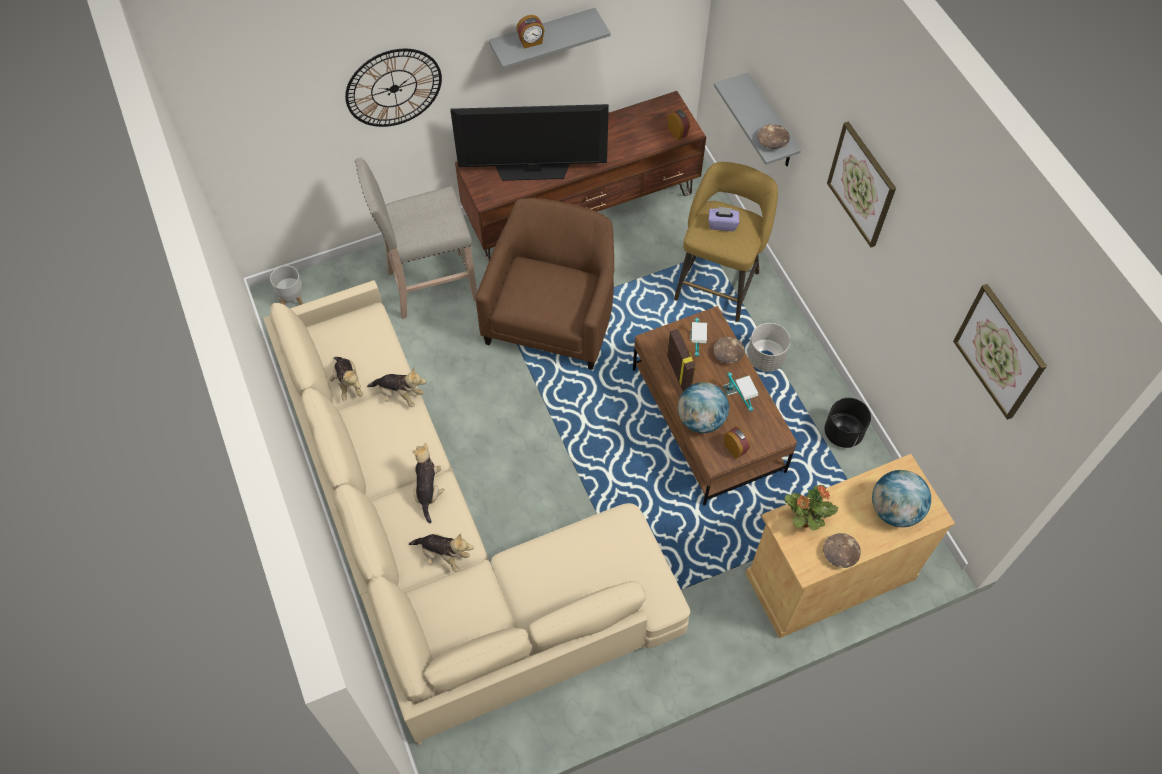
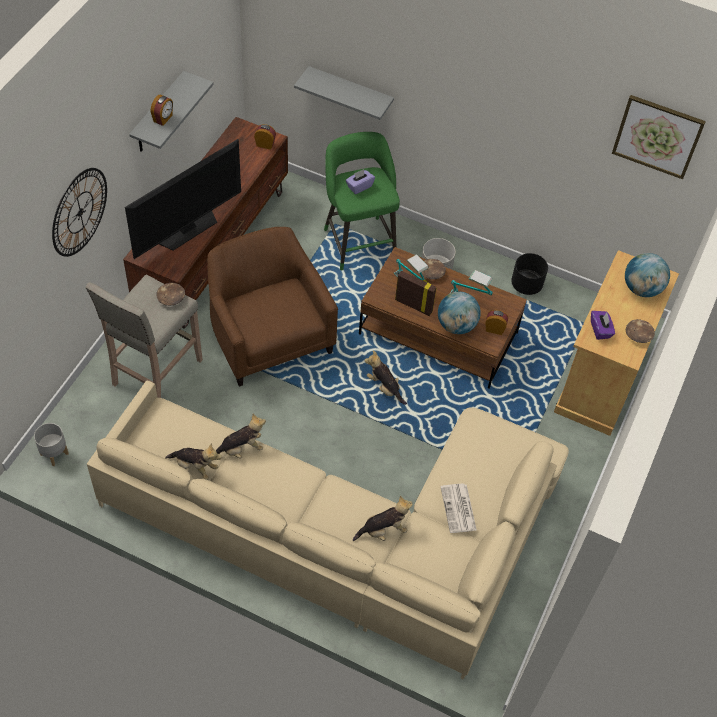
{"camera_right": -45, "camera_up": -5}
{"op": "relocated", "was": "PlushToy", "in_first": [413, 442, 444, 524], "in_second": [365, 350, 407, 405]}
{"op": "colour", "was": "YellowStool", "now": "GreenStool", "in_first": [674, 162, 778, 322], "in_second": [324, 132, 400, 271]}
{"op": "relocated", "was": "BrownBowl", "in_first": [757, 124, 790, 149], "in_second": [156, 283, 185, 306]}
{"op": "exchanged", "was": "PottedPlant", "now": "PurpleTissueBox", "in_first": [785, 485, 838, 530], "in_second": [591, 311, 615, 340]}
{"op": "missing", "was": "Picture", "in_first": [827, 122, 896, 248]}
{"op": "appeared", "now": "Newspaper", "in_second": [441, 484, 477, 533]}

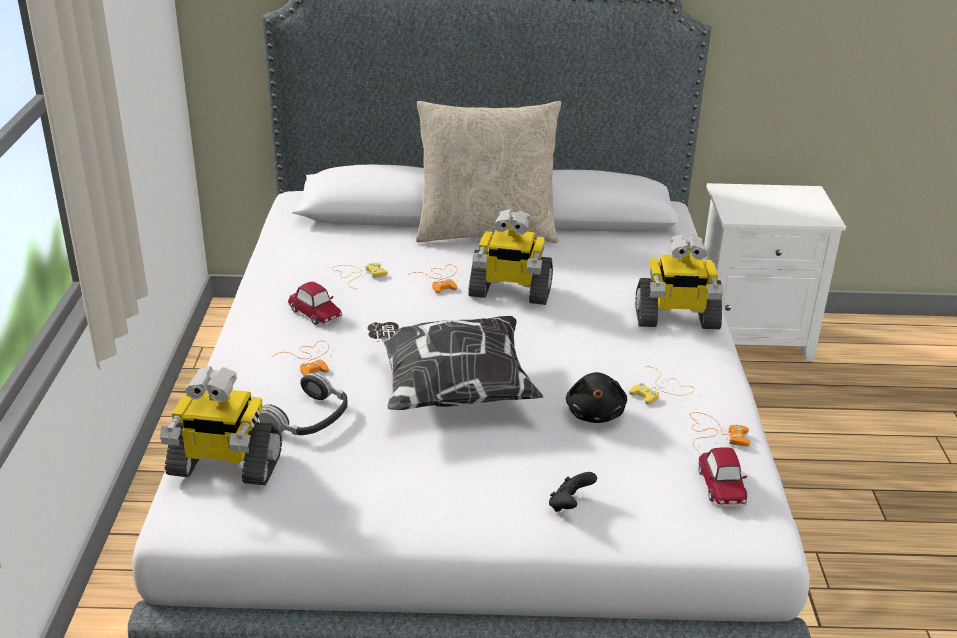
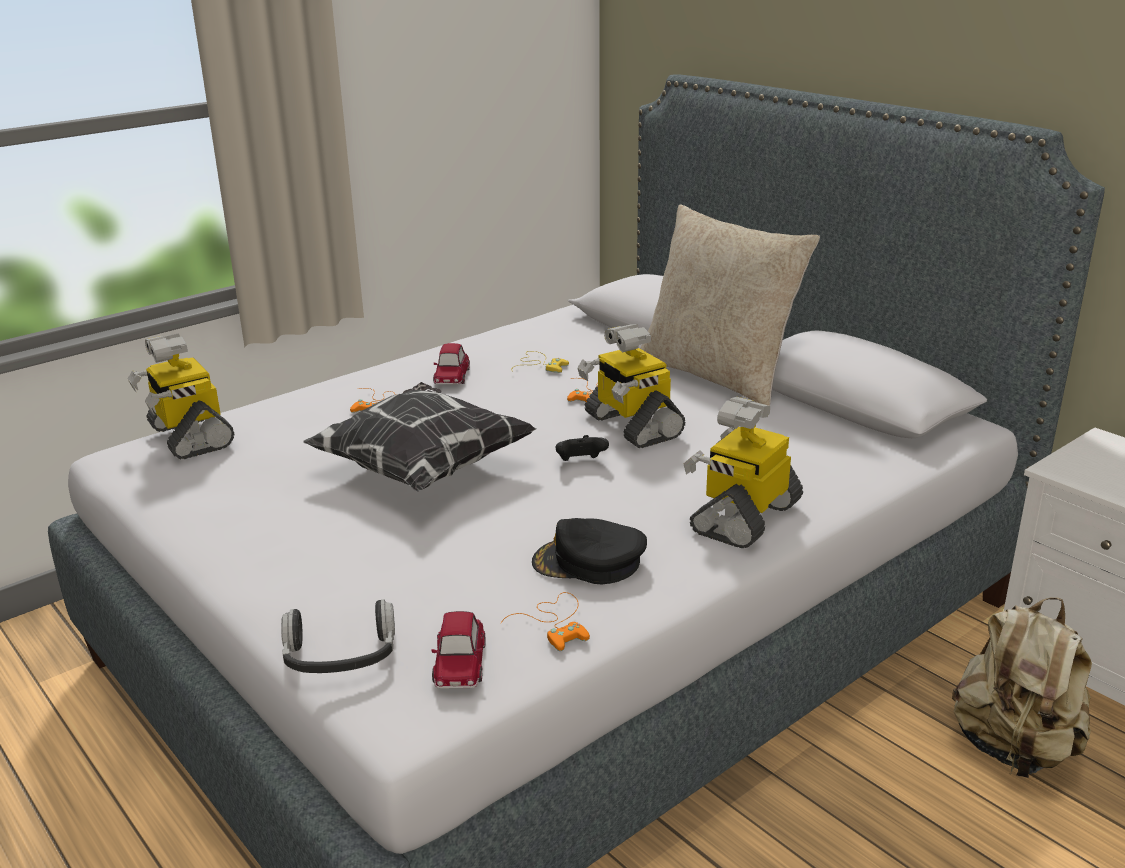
{"camera_right": 50, "camera_up": -5}
{"op": "relocated", "was": "Headphones", "in_first": [259, 373, 348, 435], "in_second": [281, 599, 395, 673]}
{"op": "relocated", "was": "BlackGameController", "in_first": [549, 472, 597, 512], "in_second": [556, 435, 609, 461]}
{"op": "missing", "was": "BlackPlushToy", "in_first": [566, 372, 627, 423]}
{"op": "exchanged", "was": "YellowGameController", "now": "BlackCap", "in_first": [629, 366, 695, 404], "in_second": [532, 518, 647, 584]}
{"op": "spun", "was": "ToyRobot", "in_first": [635, 234, 723, 329], "in_second": [684, 397, 803, 548], "clockwise": 75}
{"op": "spun", "was": "ToyCar", "in_first": [698, 447, 747, 506], "in_second": [432, 611, 486, 689], "clockwise": -45}
{"op": "appeared", "now": "BeigeBackpack", "in_second": [952, 598, 1092, 778]}

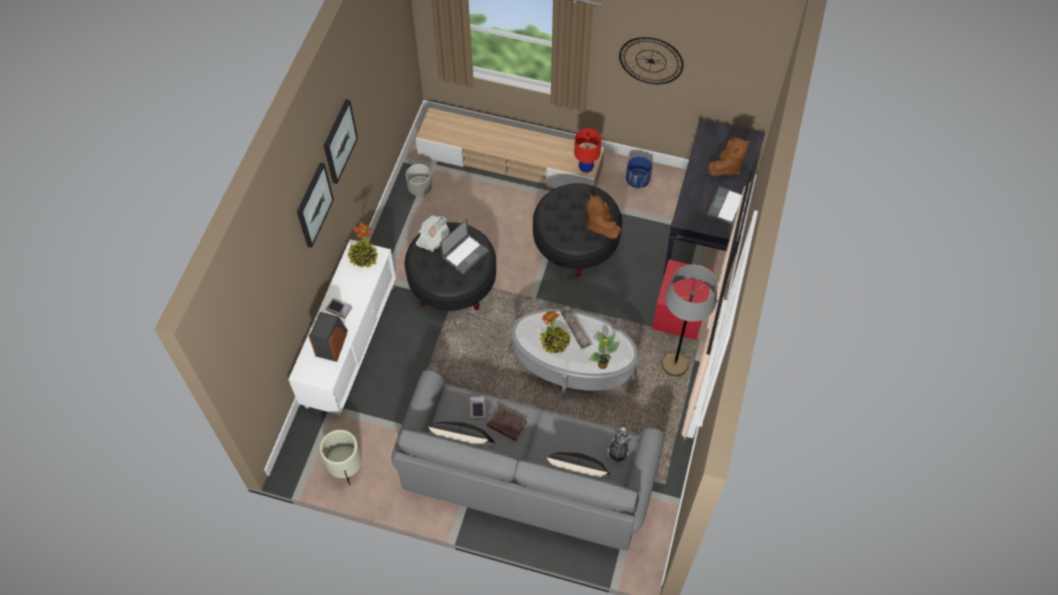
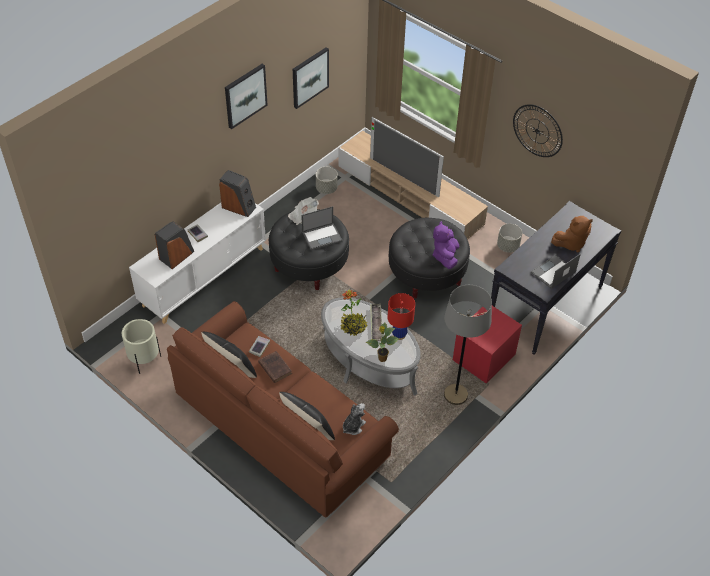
{"camera_right": 25, "camera_up": -10}
{"op": "relocated", "was": "Picture", "in_first": [297, 162, 334, 248], "in_second": [293, 47, 329, 109]}
{"op": "exchanged", "was": "PottedPlant", "now": "Speaker", "in_first": [348, 222, 378, 268], "in_second": [219, 170, 256, 217]}
{"op": "colour", "was": "GreySofa", "now": "BrownSofa", "in_first": [392, 370, 665, 551], "in_second": [167, 301, 399, 517]}
{"op": "relocated", "was": "RedTableLamp", "in_first": [574, 128, 601, 174], "in_second": [387, 293, 415, 340]}
{"op": "colour", "was": "BrownPlushToy", "now": "PurplePlushToy", "in_first": [586, 194, 621, 239], "in_second": [433, 221, 459, 269]}
{"op": "colour", "was": "BluePlanter", "now": "GreyPlanter", "in_first": [626, 156, 652, 188], "in_second": [497, 224, 522, 253]}
{"op": "appeared", "now": "Television", "in_second": [370, 117, 444, 197]}

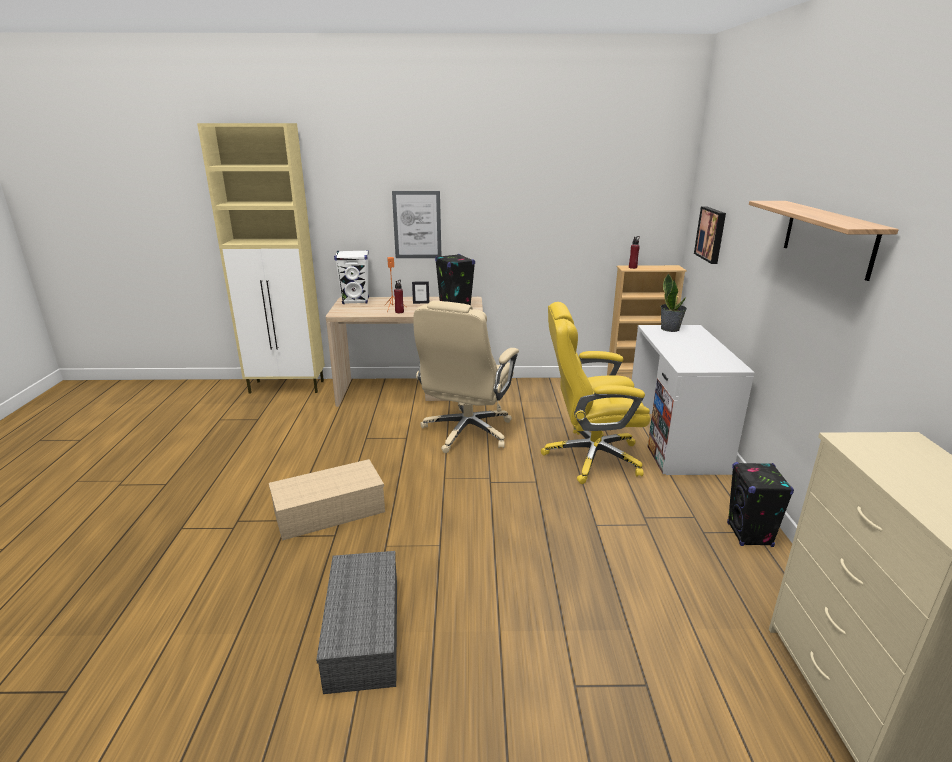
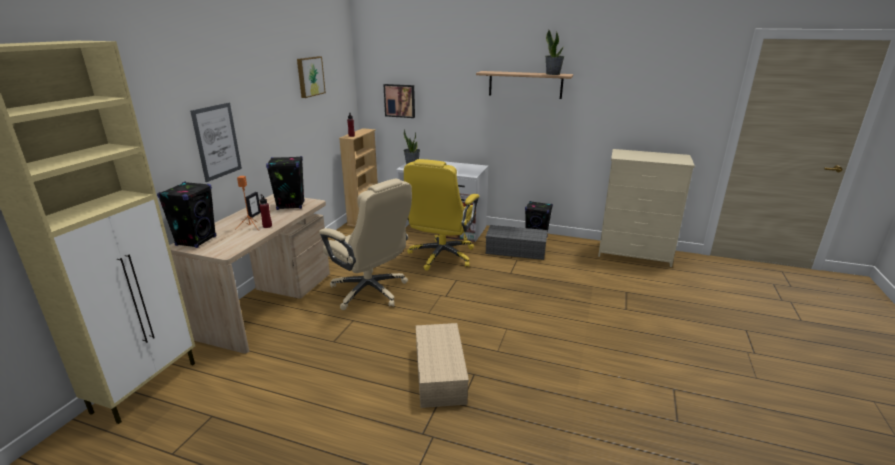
{"camera_right": -70, "camera_up": 0}
{"op": "relocated", "was": "GreyStorageBox", "in_first": [316, 551, 397, 694], "in_second": [486, 225, 548, 260]}
{"op": "colour", "was": "WhiteSpeaker", "now": "BlackSpeaker", "in_first": [334, 250, 369, 304], "in_second": [157, 181, 216, 248]}
{"op": "appeared", "now": "Picture", "in_second": [297, 56, 326, 98]}
{"op": "appeared", "now": "PottedPlant", "in_second": [545, 30, 564, 75]}

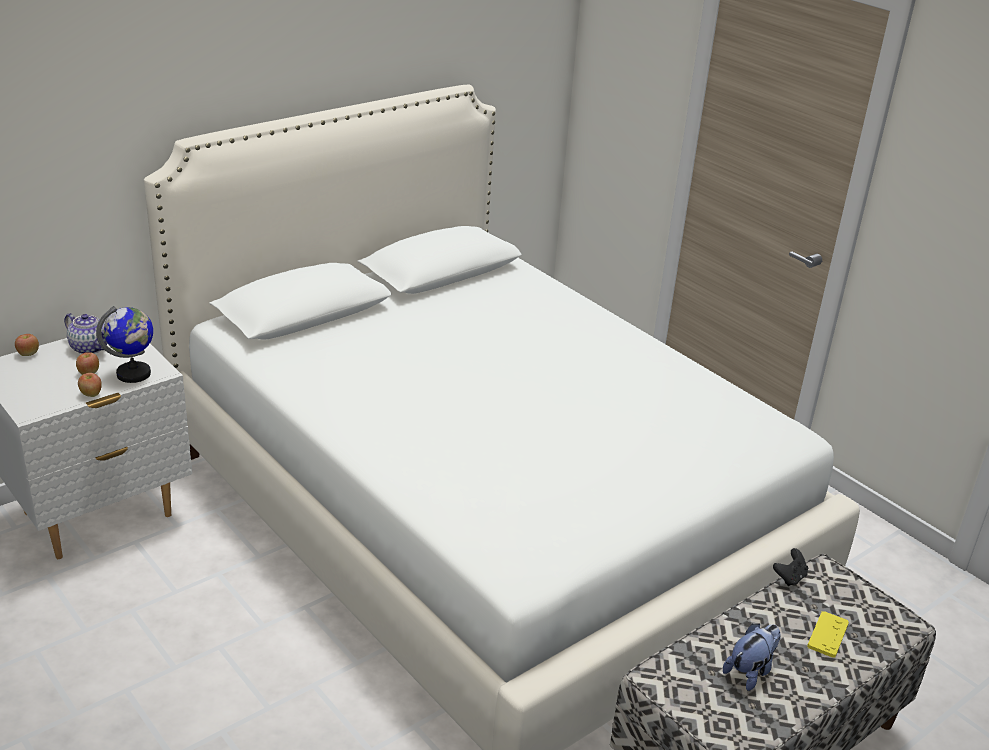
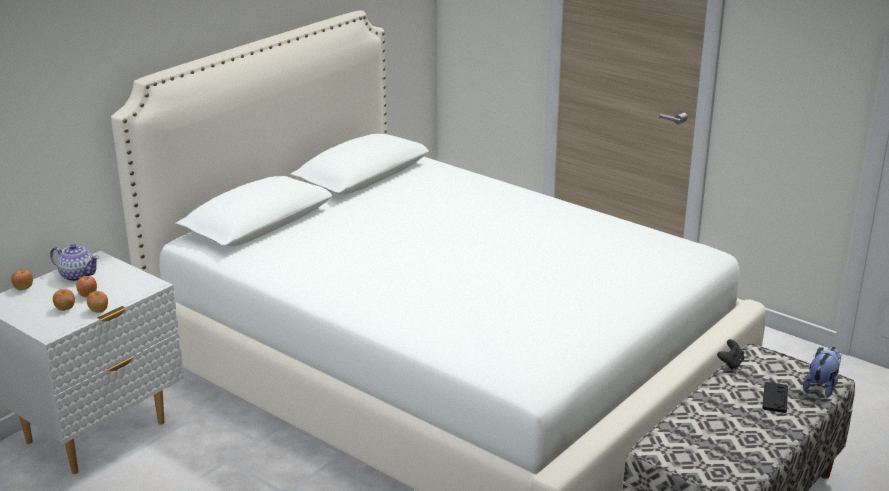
{"camera_right": -10, "camera_up": -5}
{"op": "missing", "was": "Globe", "in_first": [96, 306, 153, 383]}
{"op": "relocated", "was": "PlushToy", "in_first": [723, 624, 781, 691], "in_second": [803, 347, 842, 398]}
{"op": "colour", "was": "YellowGameController", "now": "BlackGameController", "in_first": [807, 611, 849, 658], "in_second": [762, 382, 788, 413]}
{"op": "appeared", "now": "Apple", "in_second": [53, 289, 75, 311]}

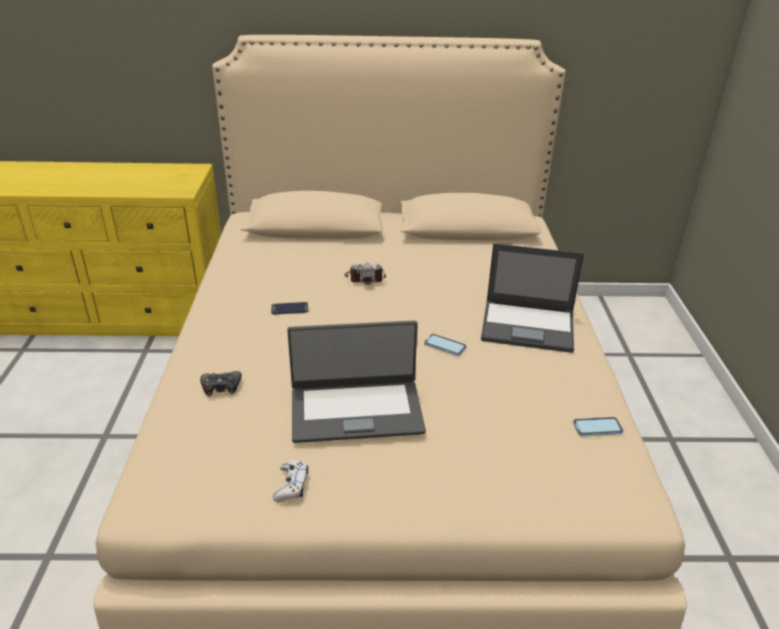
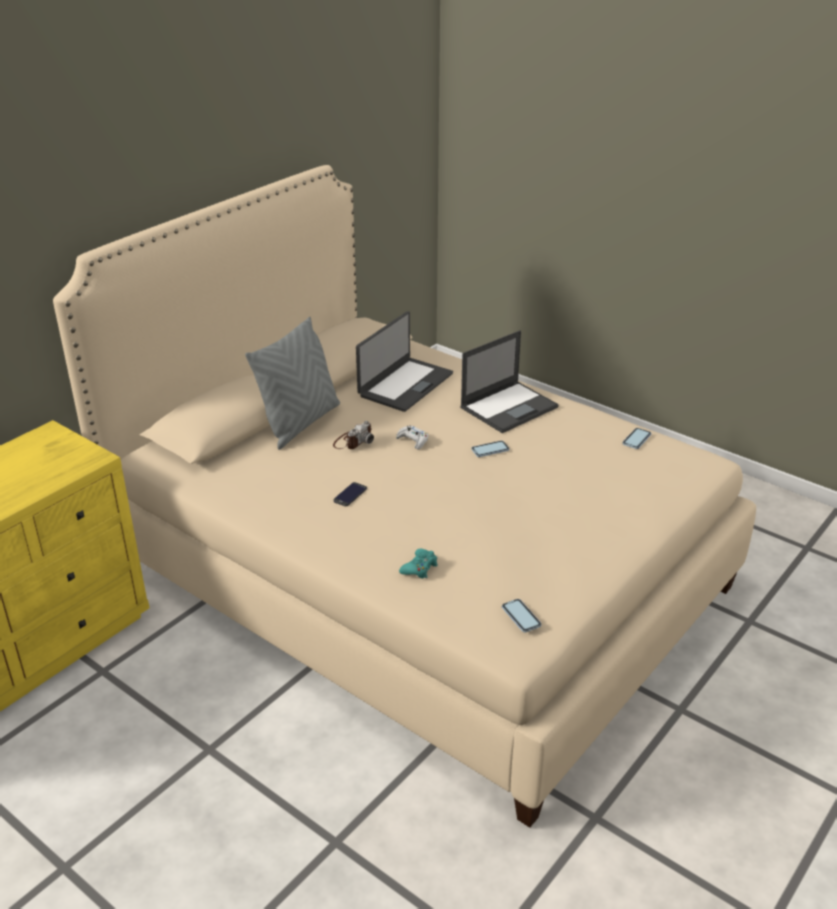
{"camera_right": -50, "camera_up": 0}
{"op": "colour", "was": "BlackGameController", "now": "TurquoiseGameController", "in_first": [200, 371, 242, 397], "in_second": [399, 549, 438, 579]}
{"op": "relocated", "was": "WhiteGameController", "in_first": [273, 460, 308, 502], "in_second": [396, 425, 428, 450]}
{"op": "relocated", "was": "Laptop", "in_first": [287, 321, 426, 443], "in_second": [356, 311, 453, 412]}
{"op": "appeared", "now": "GreyPillow", "in_second": [245, 316, 340, 450]}
{"op": "appeared", "now": "Phone", "in_second": [502, 599, 541, 632]}

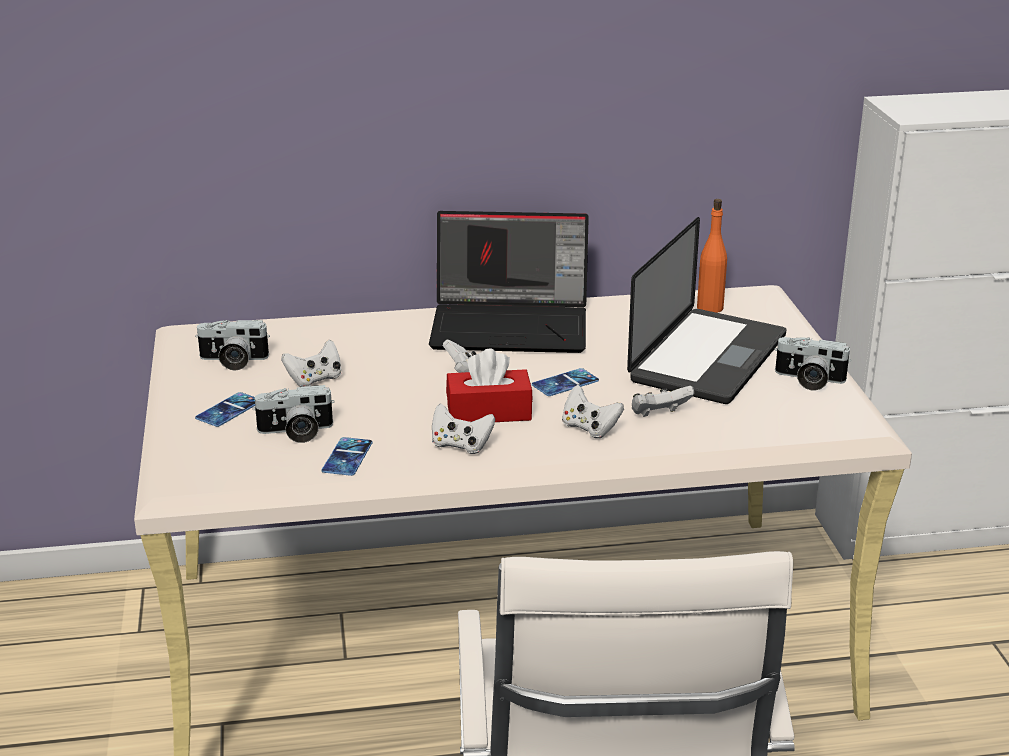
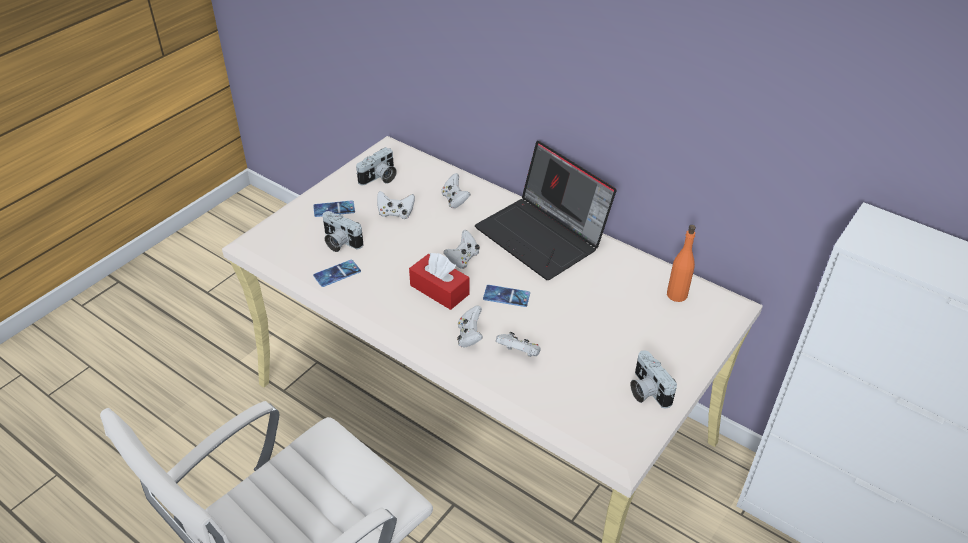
{"camera_right": 45, "camera_up": 15}
{"op": "spun", "was": "PhotoCamera", "in_first": [195, 320, 270, 371], "in_second": [356, 147, 397, 185], "clockwise": -90}
{"op": "relocated", "was": "WhiteGameController", "in_first": [432, 403, 496, 454], "in_second": [441, 173, 471, 208]}
{"op": "missing", "was": "Laptop", "in_first": [627, 217, 786, 404]}

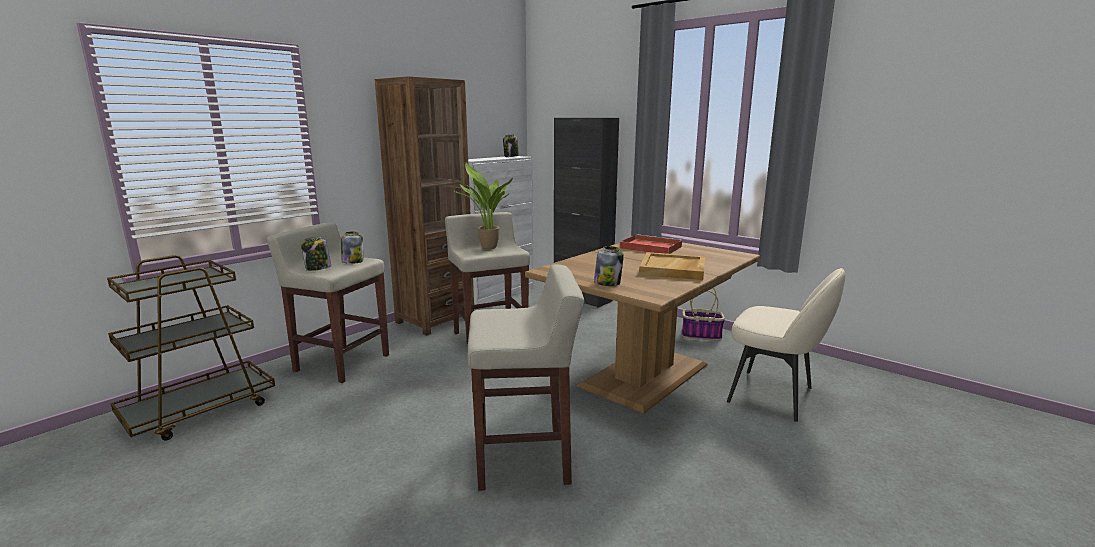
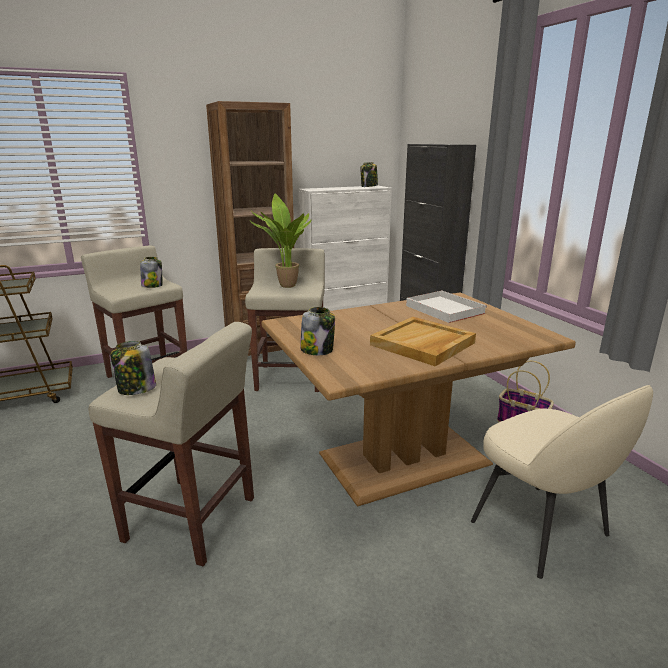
{"camera_right": 25, "camera_up": 5}
{"op": "relocated", "was": "Jar", "in_first": [301, 237, 331, 271], "in_second": [110, 341, 156, 395]}
{"op": "colour", "was": "RedTray", "now": "WhiteTray", "in_first": [620, 234, 683, 254], "in_second": [406, 290, 487, 323]}

